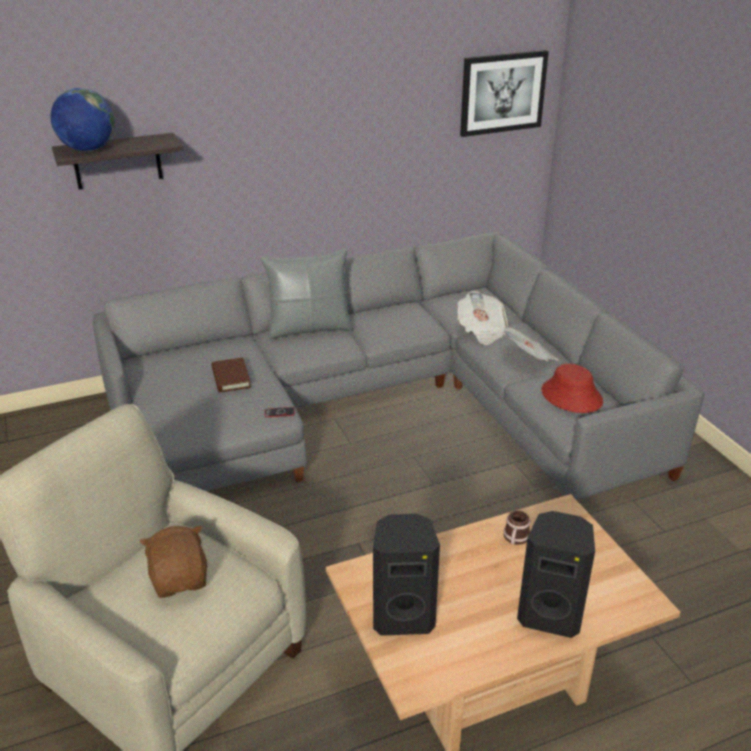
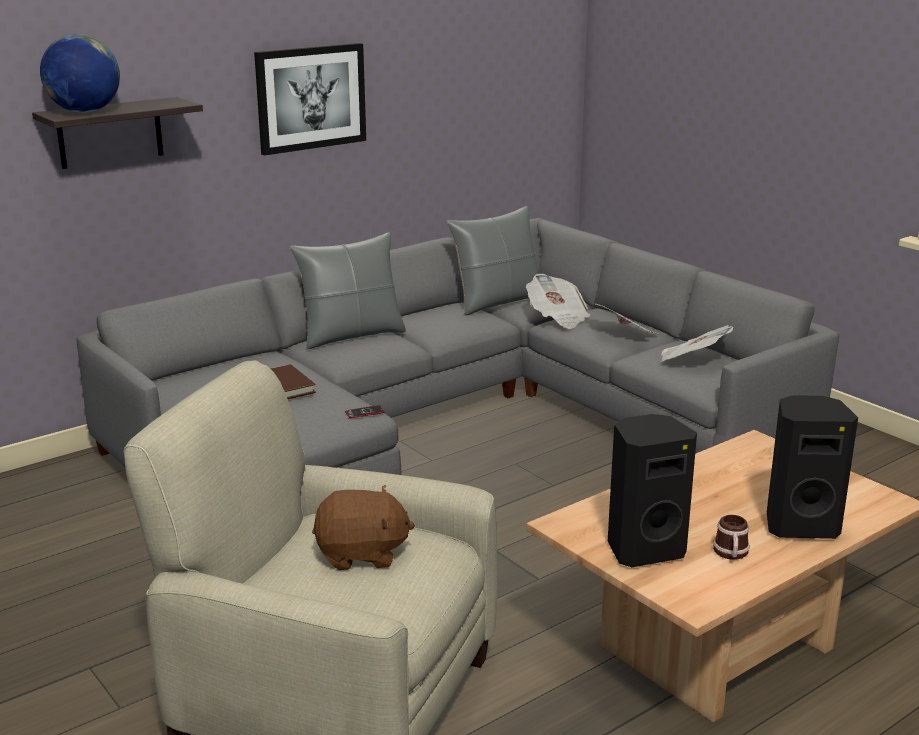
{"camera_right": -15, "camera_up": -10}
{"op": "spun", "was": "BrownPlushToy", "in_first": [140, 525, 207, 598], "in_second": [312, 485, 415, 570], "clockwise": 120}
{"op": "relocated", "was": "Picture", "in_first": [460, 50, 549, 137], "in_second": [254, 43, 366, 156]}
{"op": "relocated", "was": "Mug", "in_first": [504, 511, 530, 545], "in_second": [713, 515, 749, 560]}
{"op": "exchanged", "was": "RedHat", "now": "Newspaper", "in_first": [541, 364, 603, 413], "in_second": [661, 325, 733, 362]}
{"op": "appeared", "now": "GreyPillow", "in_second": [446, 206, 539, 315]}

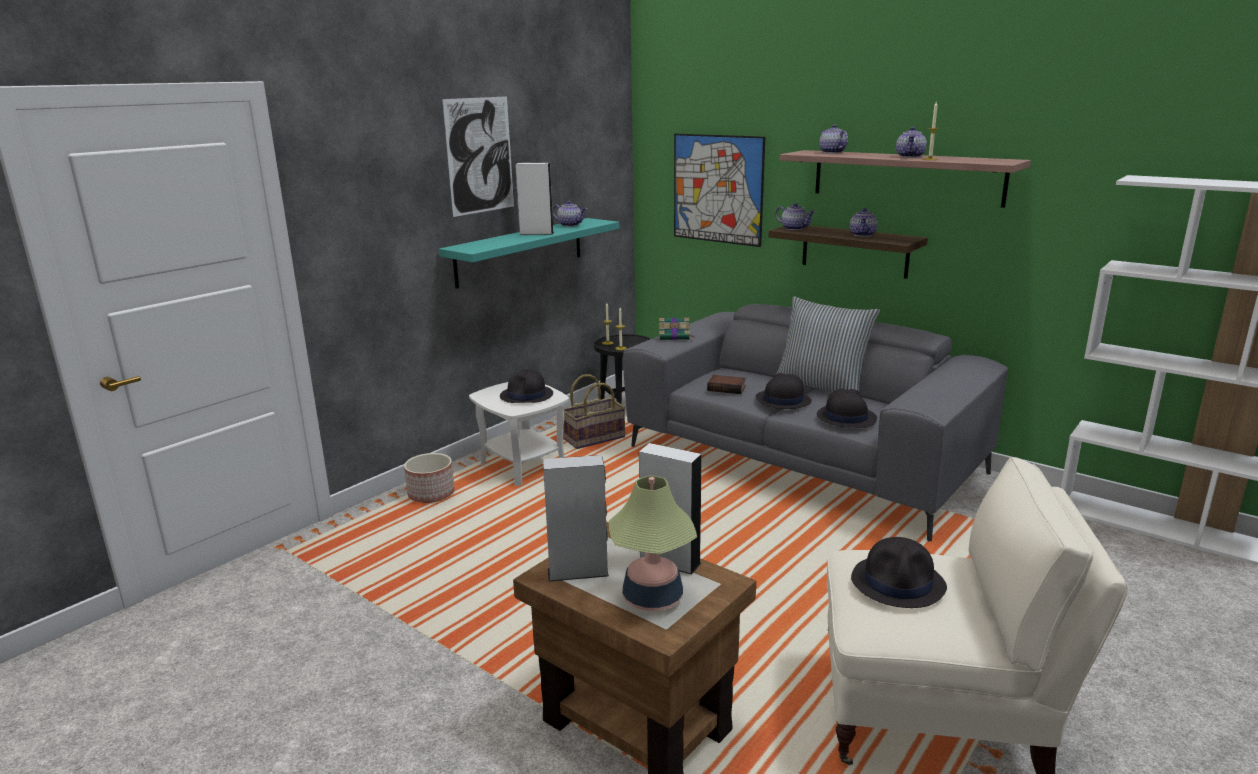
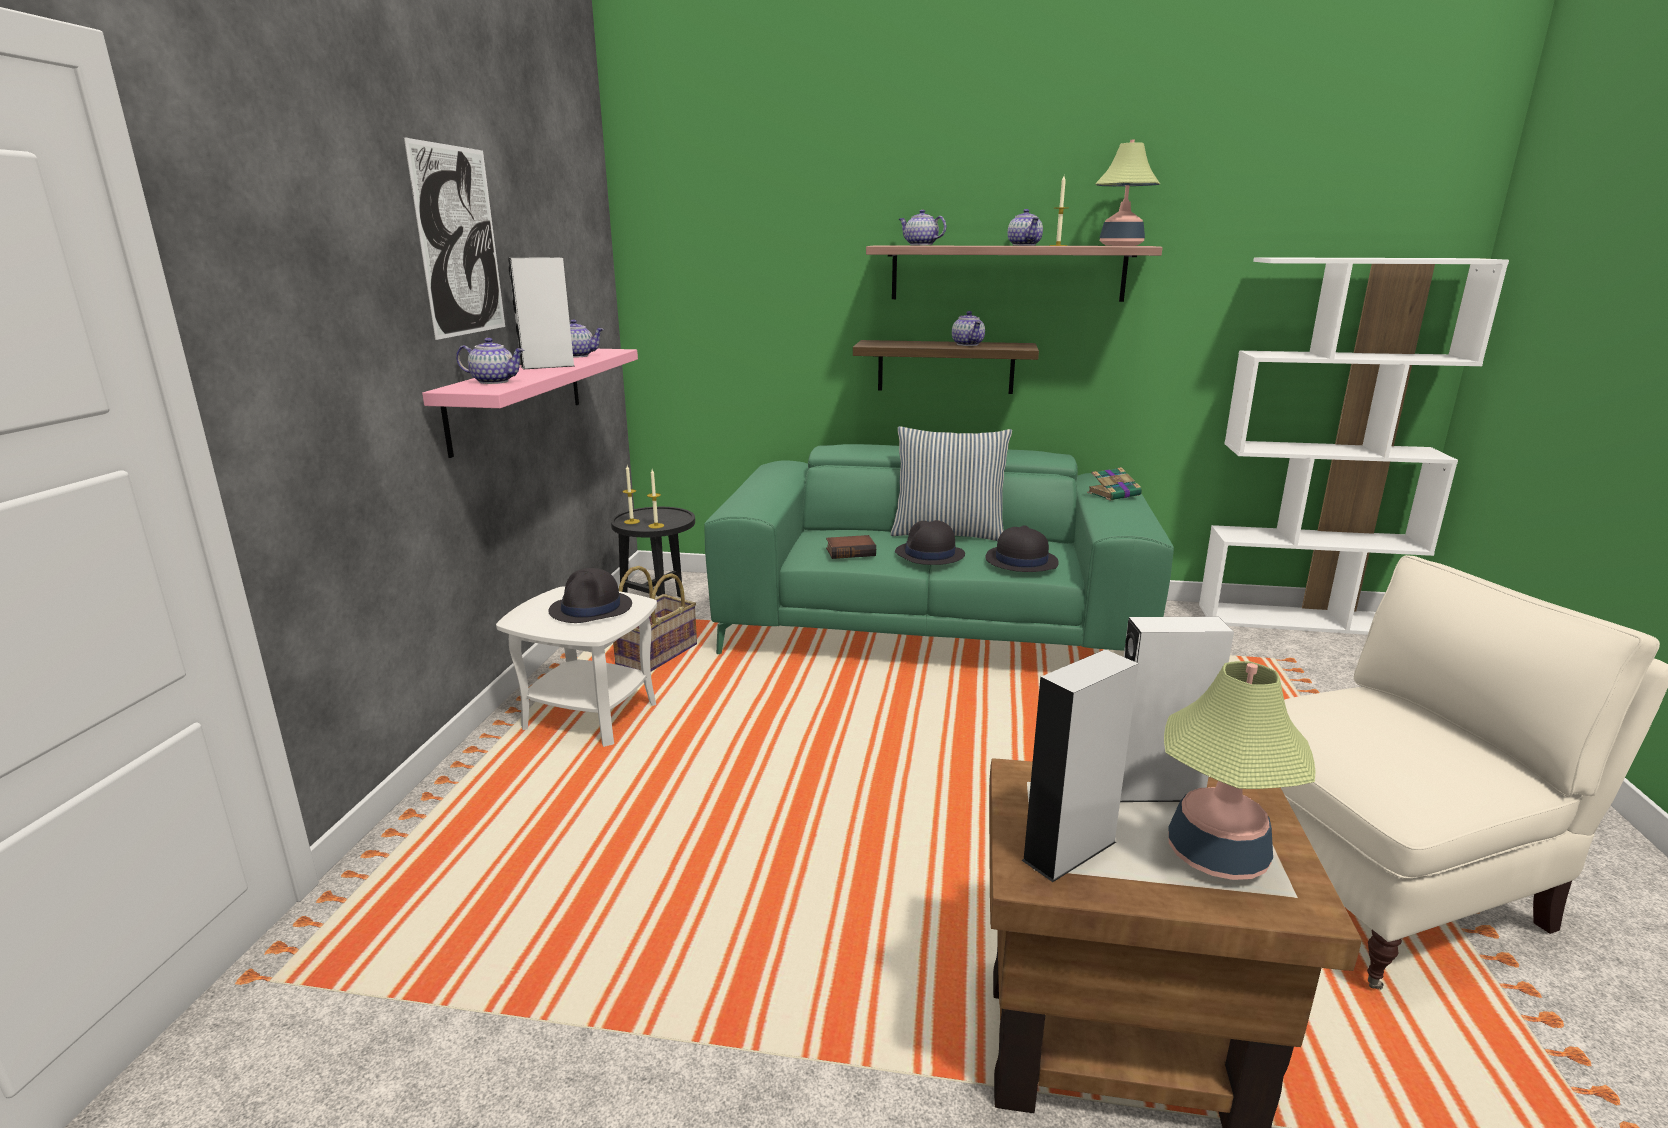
{"camera_right": -30, "camera_up": 0}
{"op": "missing", "was": "Planter", "in_first": [404, 453, 454, 503]}
{"op": "colour", "was": "TurquoiseShelf", "now": "PinkShelf", "in_first": [439, 218, 619, 289], "in_second": [422, 349, 638, 458]}
{"op": "colour", "was": "GreySofa", "now": "GreenSofa", "in_first": [623, 304, 1008, 541], "in_second": [704, 444, 1174, 654]}
{"op": "relocated", "was": "Book", "in_first": [659, 318, 694, 340], "in_second": [1087, 467, 1142, 501]}
{"op": "missing", "was": "Picture", "in_first": [674, 134, 765, 247]}
{"op": "relocated", "was": "Teapot", "in_first": [775, 203, 815, 230], "in_second": [456, 338, 524, 384]}
{"op": "missing", "was": "BlackHat", "in_first": [851, 537, 947, 608]}
{"op": "appeared", "now": "TableLamp", "in_second": [1095, 140, 1160, 246]}

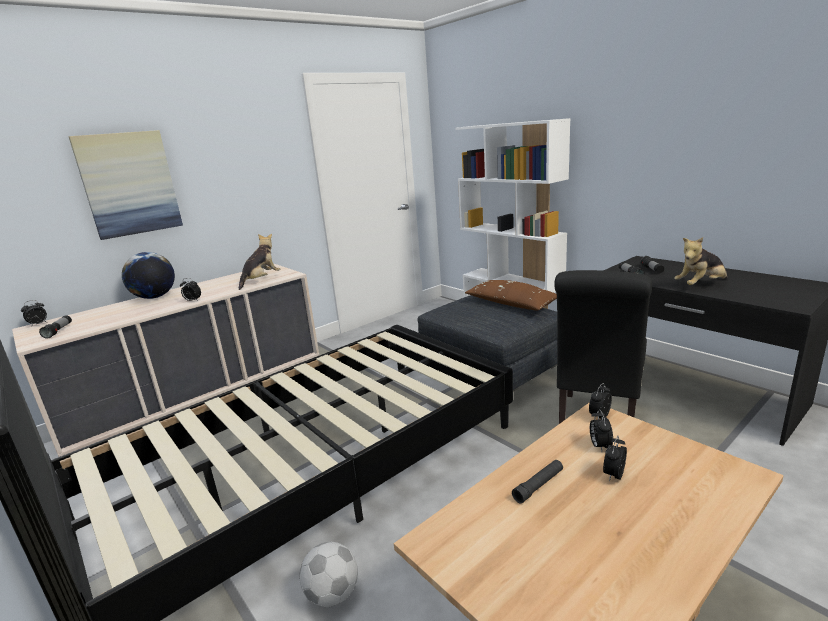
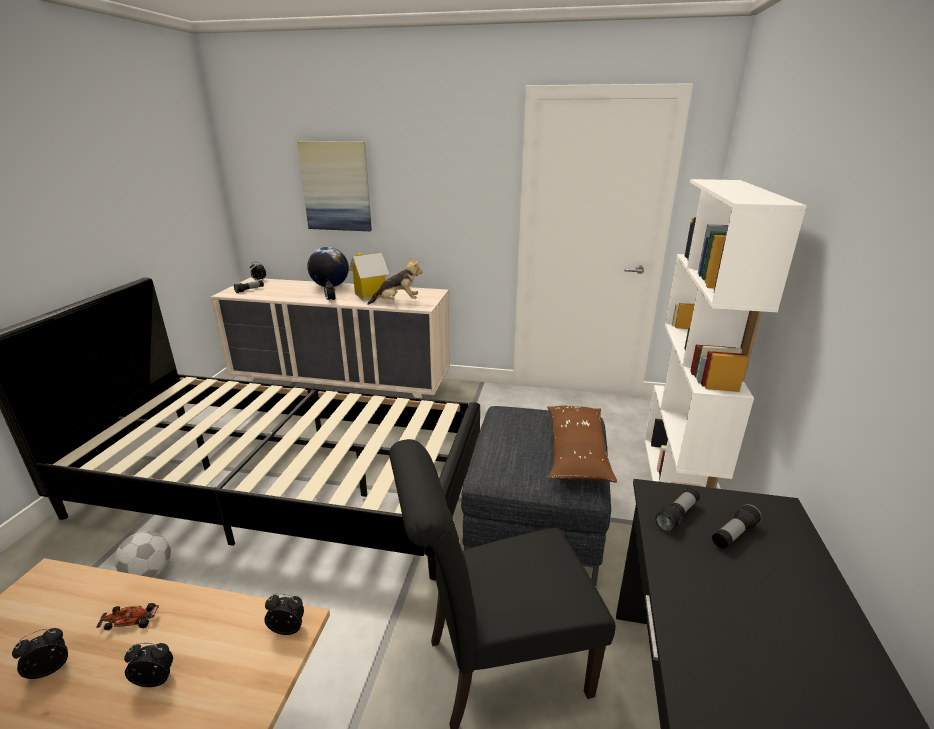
{"camera_right": 50, "camera_up": 5}
{"op": "exchanged", "was": "BlackFlashlight", "now": "ToyCar", "in_first": [512, 460, 563, 503], "in_second": [96, 603, 159, 630]}
{"op": "relocated", "was": "AlarmClock", "in_first": [590, 409, 613, 452], "in_second": [12, 628, 68, 679]}
{"op": "missing", "was": "PlushToy", "in_first": [674, 237, 727, 285]}
{"op": "appeared", "now": "ToyHouse", "in_second": [349, 253, 389, 301]}

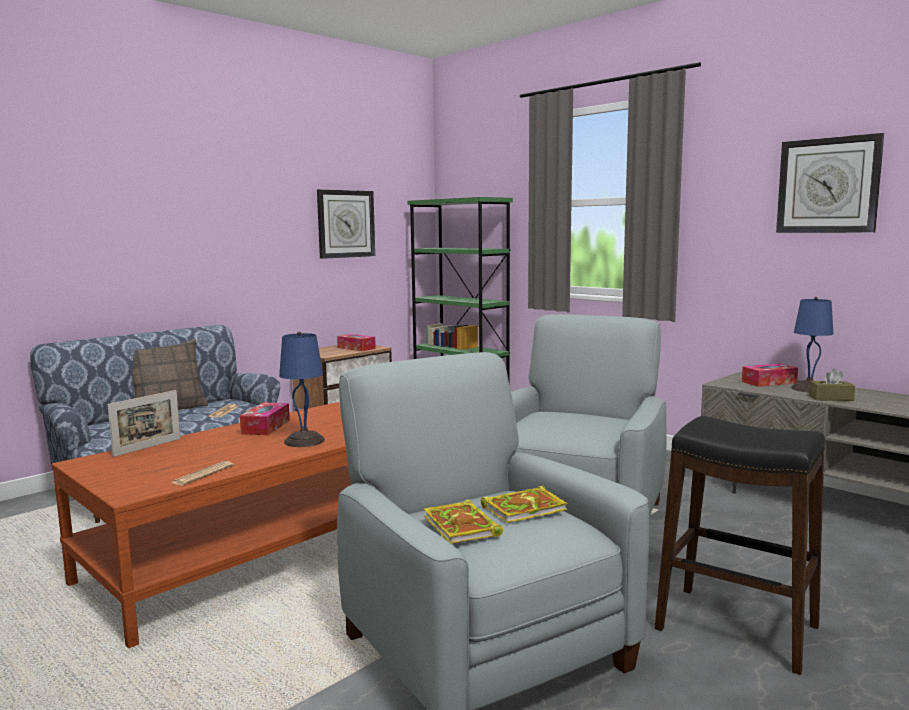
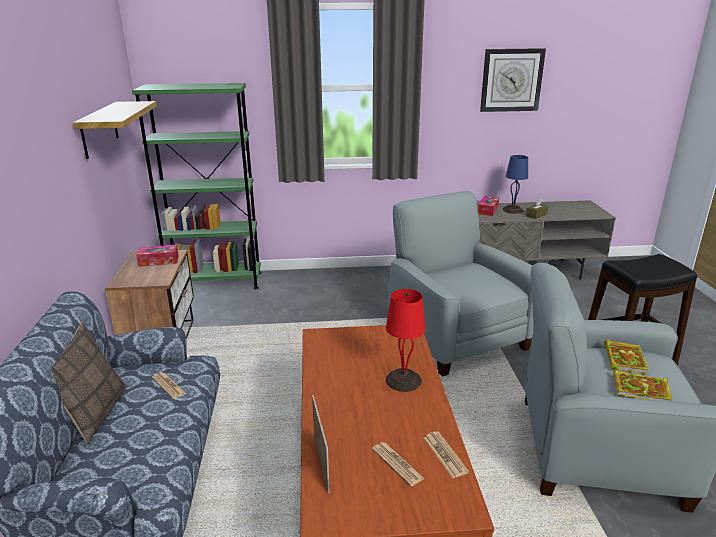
{"camera_right": -50, "camera_up": 15}
{"op": "missing", "was": "TissueBox", "in_first": [240, 402, 290, 435]}
{"op": "colour", "was": "BlueTableLamp", "now": "RedTableLamp", "in_first": [279, 332, 325, 447], "in_second": [386, 289, 426, 392]}
{"op": "exchanged", "was": "WallClock", "now": "Shelf", "in_first": [317, 189, 375, 259], "in_second": [73, 101, 156, 159]}
{"op": "appeared", "now": "Newspaper", "in_second": [372, 442, 425, 486]}

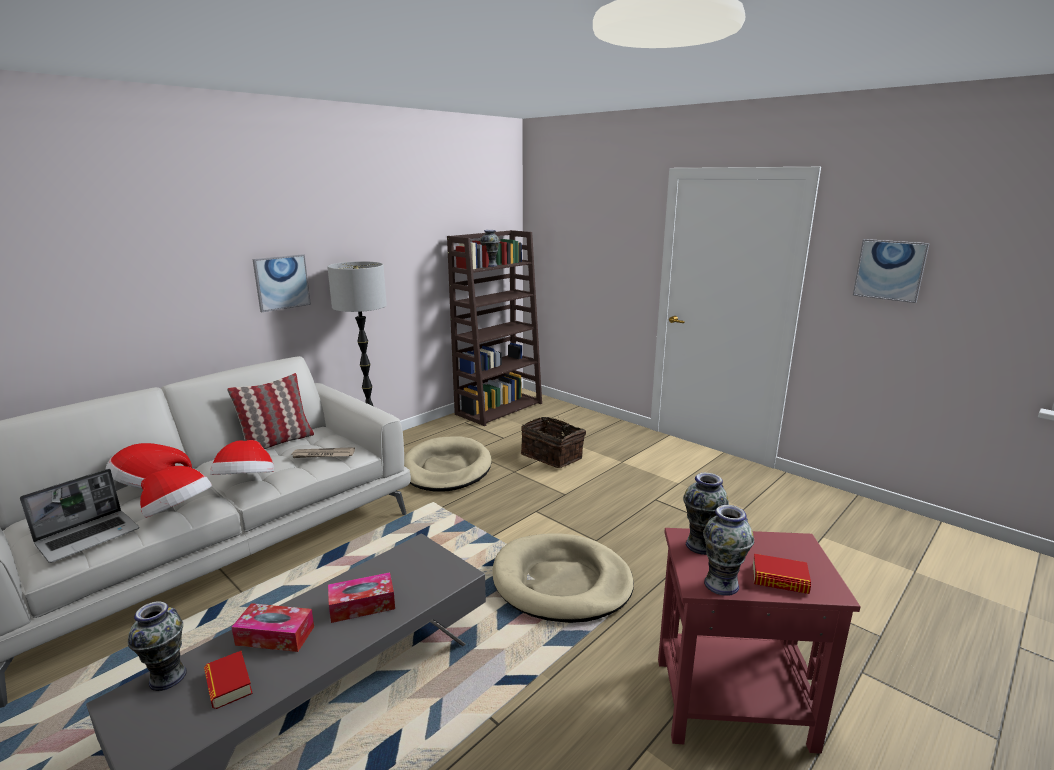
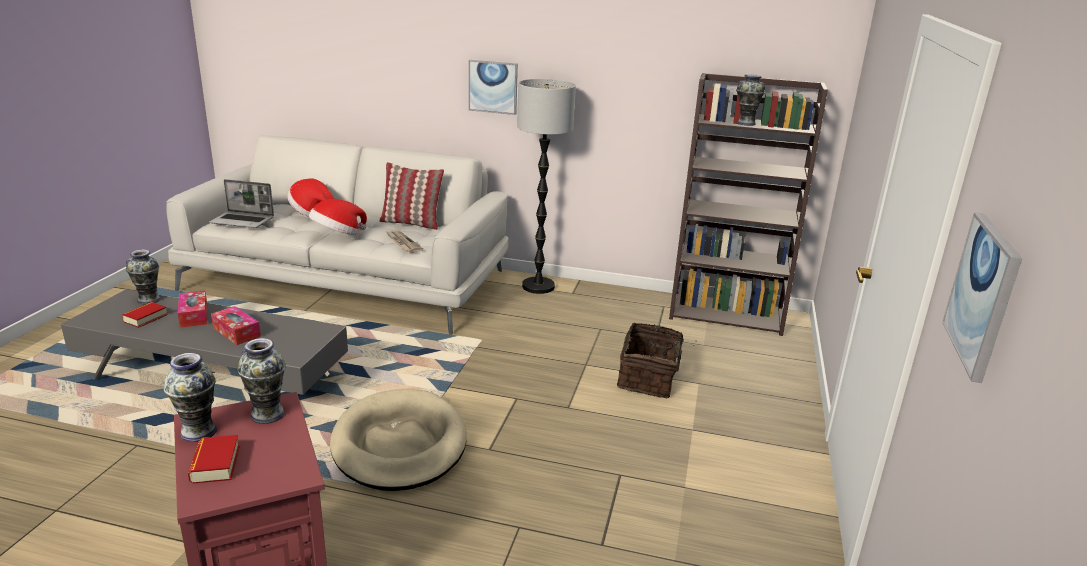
{"camera_right": 60, "camera_up": 5}
{"op": "missing", "was": "Hat", "in_first": [140, 466, 212, 518]}
{"op": "missing", "was": "BeigeDogBed", "in_first": [404, 436, 492, 492]}

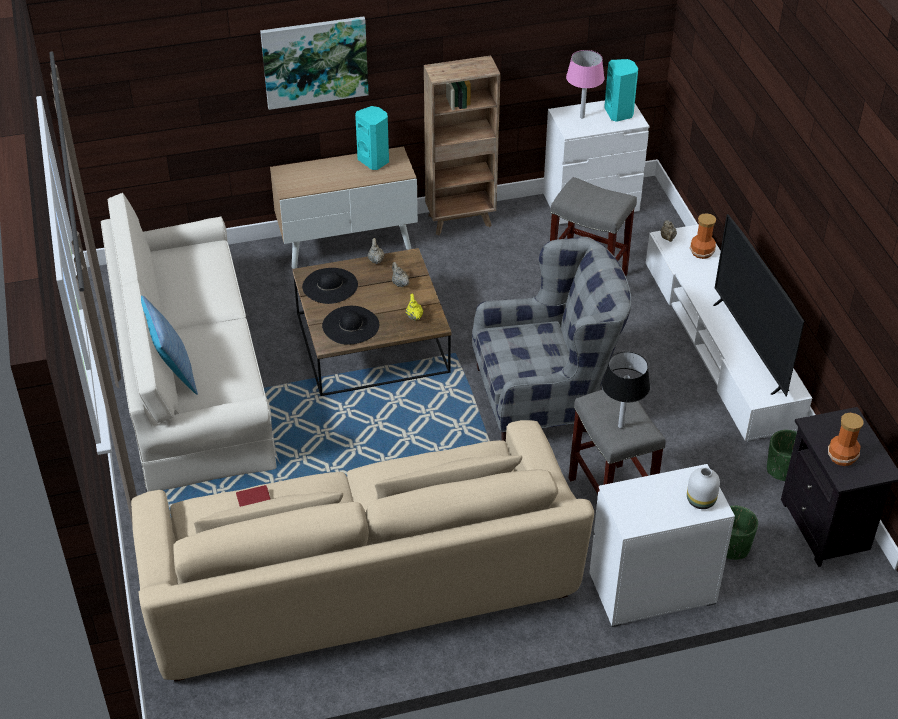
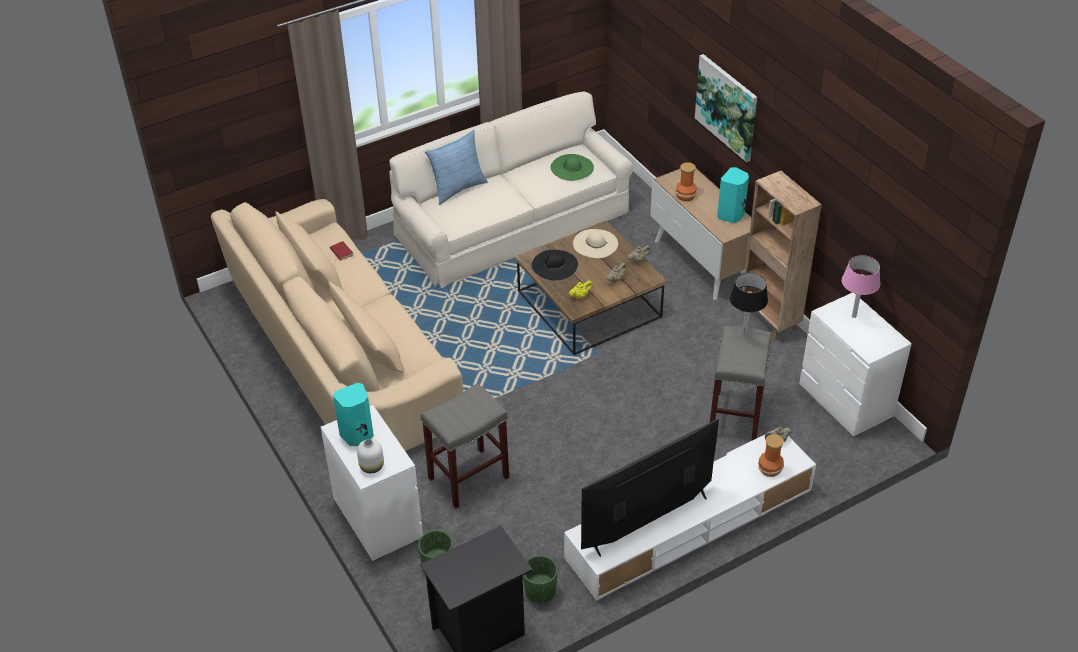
{"camera_right": 75, "camera_up": 0}
{"op": "colour", "was": "BlackHat", "now": "BeigeHat", "in_first": [302, 268, 358, 304], "in_second": [573, 229, 618, 258]}
{"op": "missing", "was": "GreyArmchair", "in_first": [472, 237, 631, 442]}
{"op": "relocated", "was": "BlackTableLamp", "in_first": [602, 352, 650, 429], "in_second": [730, 273, 768, 335]}
{"op": "relocated", "was": "TurquoiseSpeaker", "in_first": [604, 59, 638, 122], "in_second": [333, 383, 374, 446]}
{"op": "relocated", "was": "Vase", "in_first": [828, 413, 864, 466], "in_second": [675, 162, 697, 201]}
{"op": "appeared", "now": "GreenHat", "in_second": [551, 154, 594, 181]}

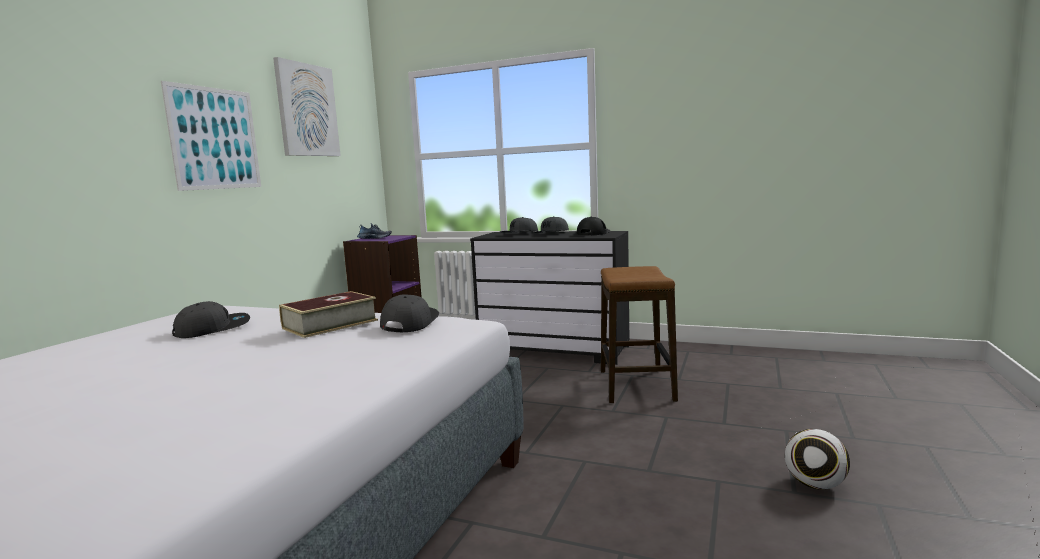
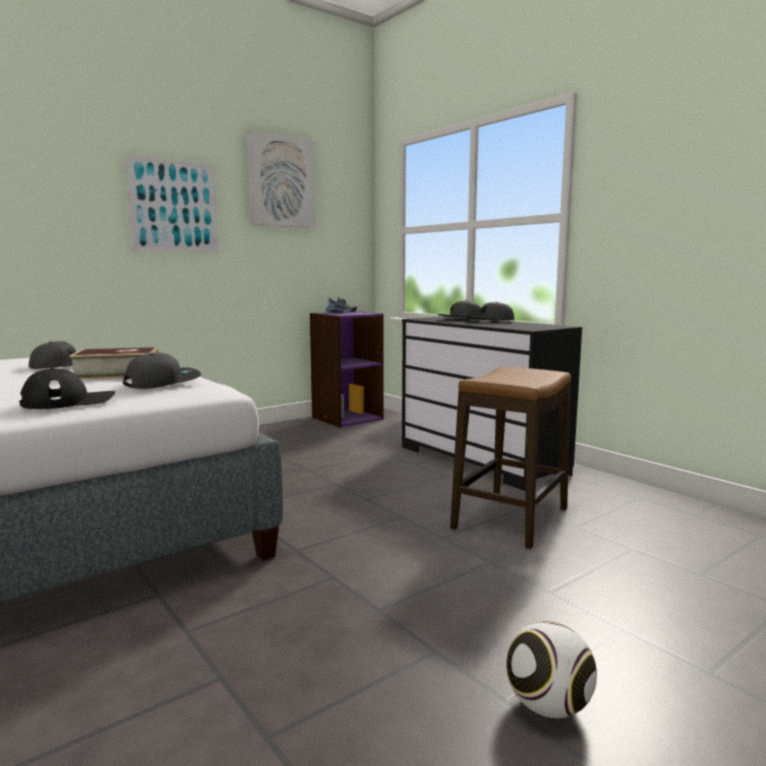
{"camera_right": 30, "camera_up": 0}
{"op": "relocated", "was": "BlackCap", "in_first": [577, 217, 611, 235], "in_second": [19, 368, 115, 409]}

